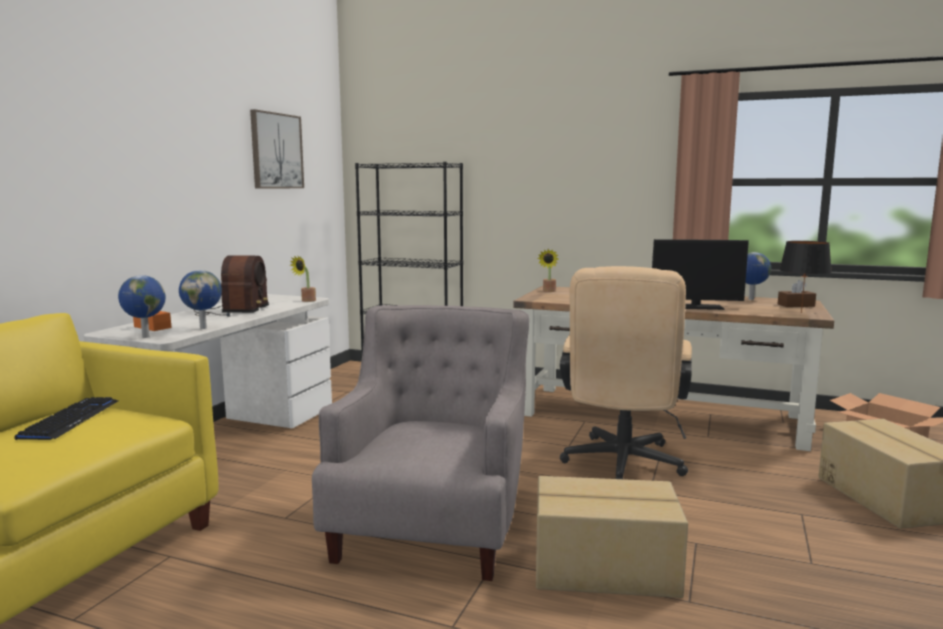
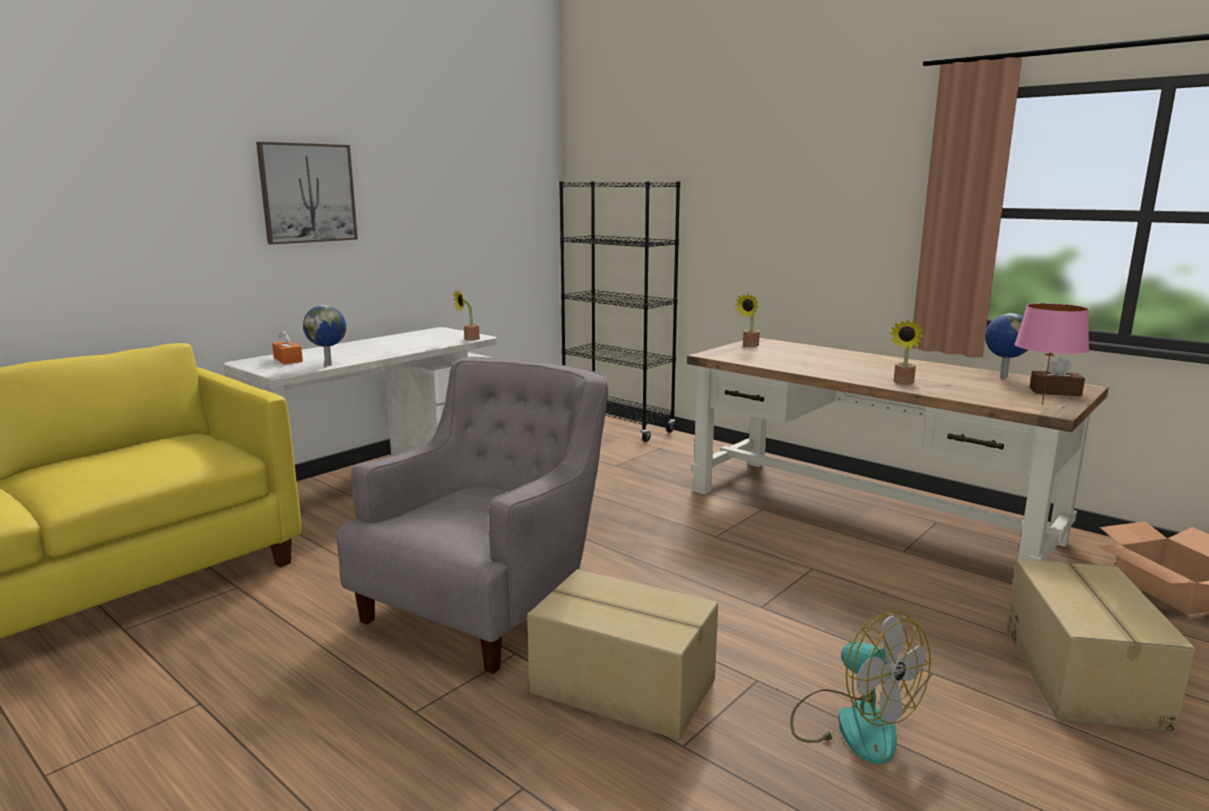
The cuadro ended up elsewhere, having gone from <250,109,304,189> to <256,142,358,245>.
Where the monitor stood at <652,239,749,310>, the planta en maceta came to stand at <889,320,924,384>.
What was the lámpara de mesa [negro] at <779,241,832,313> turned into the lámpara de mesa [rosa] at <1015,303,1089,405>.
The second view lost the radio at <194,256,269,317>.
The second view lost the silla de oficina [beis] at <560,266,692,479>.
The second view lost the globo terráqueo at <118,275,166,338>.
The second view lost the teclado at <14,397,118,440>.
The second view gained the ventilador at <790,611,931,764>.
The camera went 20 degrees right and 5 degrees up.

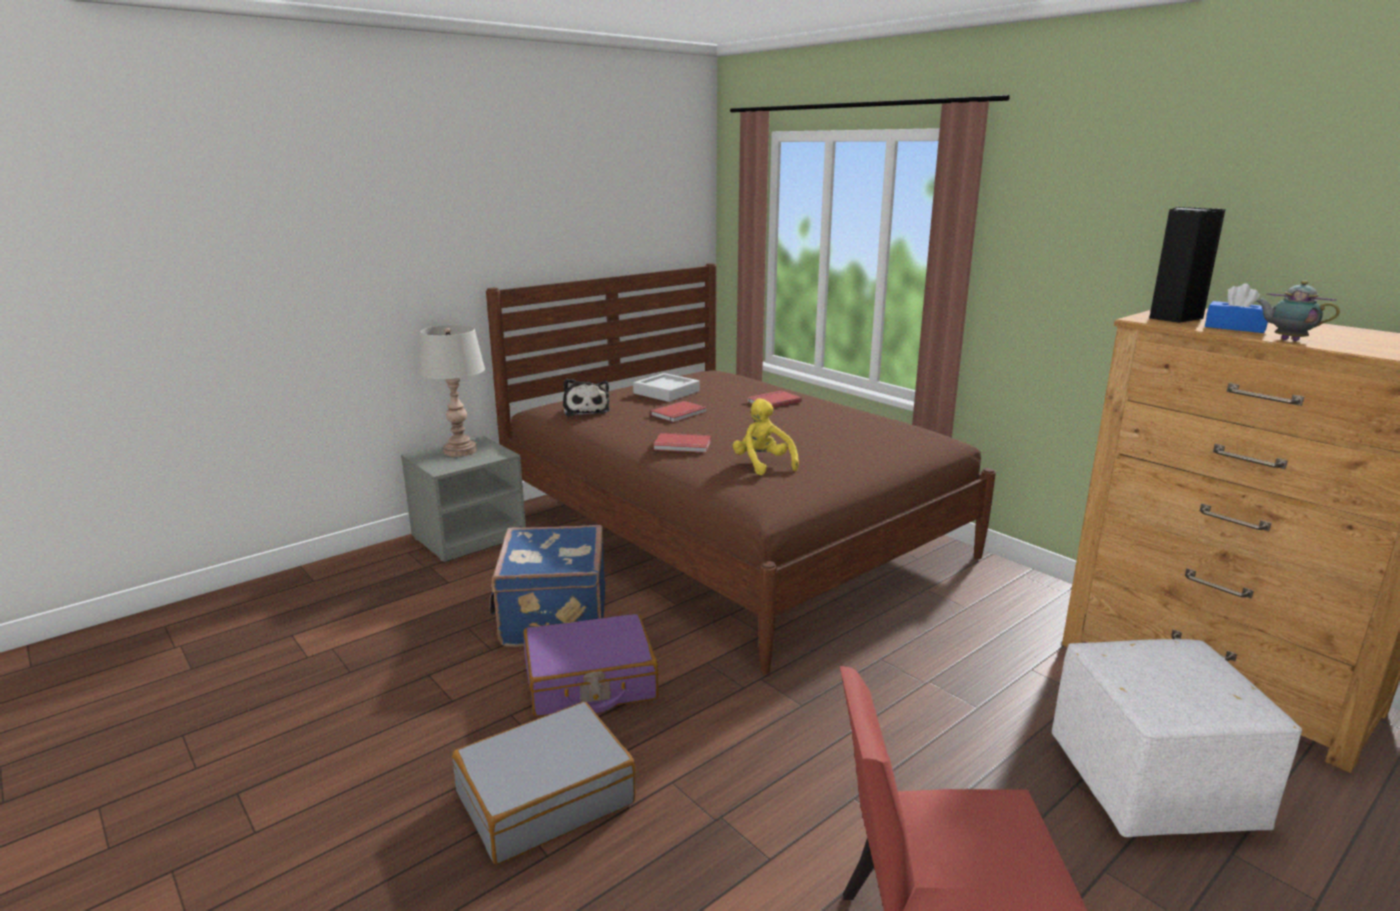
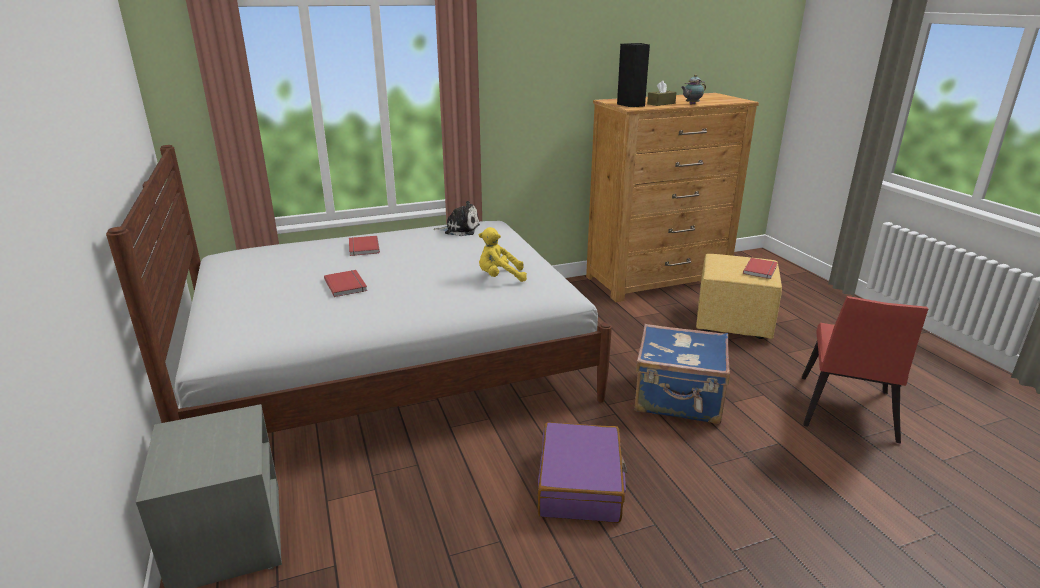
What was the cama [marrón] at <486,263,996,674> turned into the cama [blanco] at <106,145,612,433>.
What was the caja de pañuelos [azul] at <1205,283,1268,333> turned into the caja de pañuelos [marrón] at <647,81,676,106>.
The second view lost the lámpara de mesa [gris] at <418,325,485,457>.
The second view lost the bandeja [gris] at <633,373,699,402>.
The peluche ended up elsewhere, having gone from <563,379,610,416> to <433,201,480,236>.
The libro [rojo] ended up elsewhere, having gone from <653,433,711,453> to <743,258,778,279>.
The maleta [azul] ended up elsewhere, having gone from <490,525,605,647> to <634,324,730,424>.
What was the puf [blanco] at <1052,639,1302,837> turned into the puf [amarillo] at <696,254,782,339>.
The second view lost the maleta [gris] at <452,702,636,865>.
The camera went 70 degrees left and 5 degrees up.

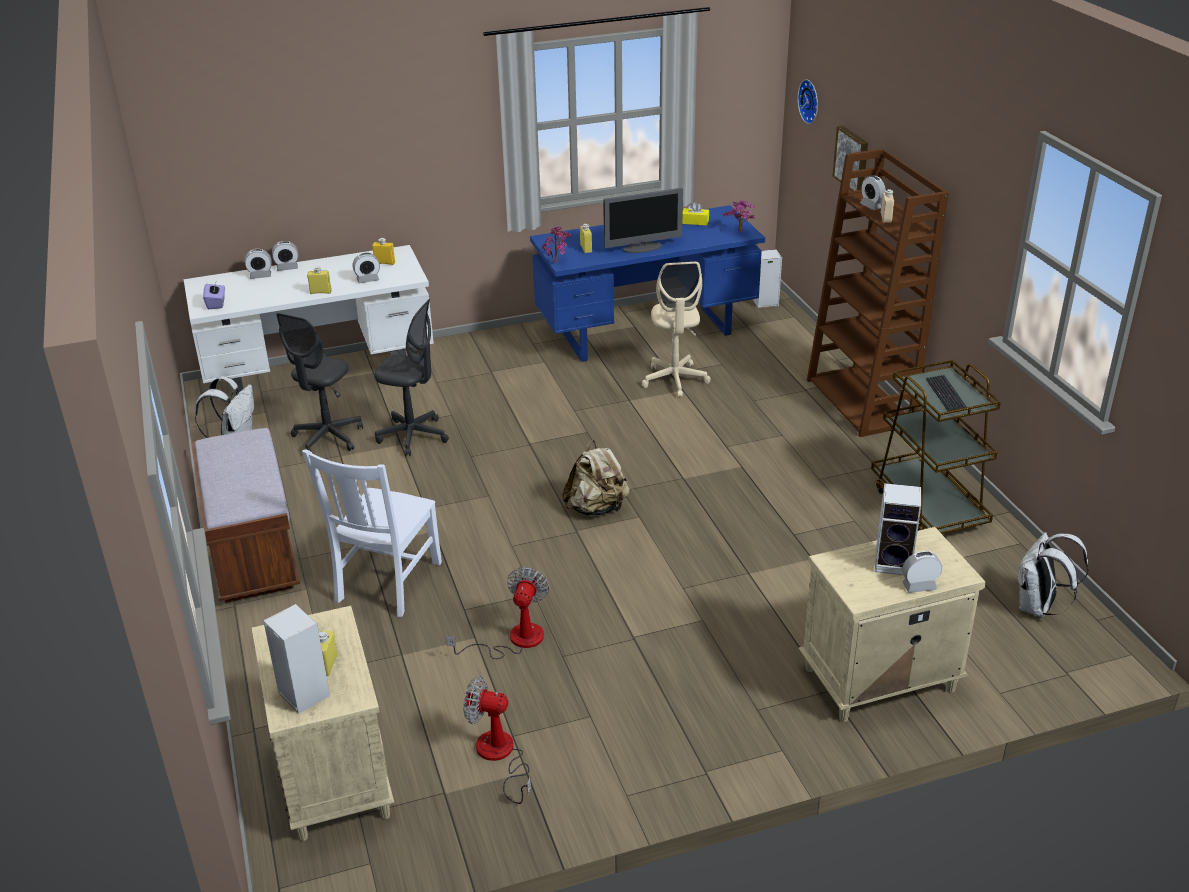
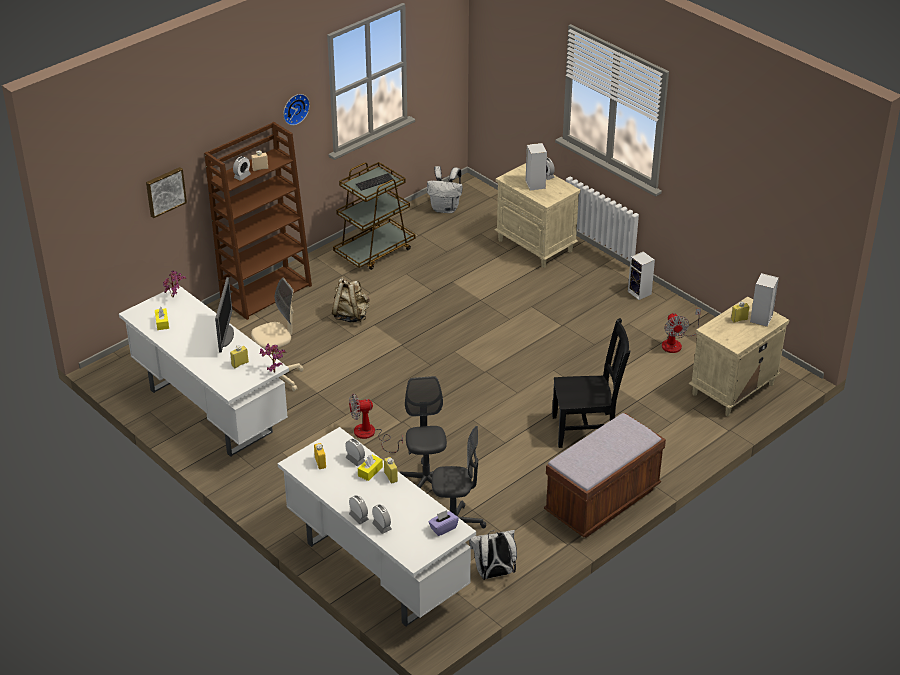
The reloj de pared ended up elsewhere, having gone from <797,79,818,124> to <283,94,310,125>.
The monitor at <603,188,683,253> ended up facing another way, 45 degrees clockwise from before.
What was the escritorio [azul] at <530,205,765,362> turned into the escritorio [blanco] at <119,286,289,457>.
The altavoz ended up elsewhere, having gone from <752,249,782,308> to <628,251,655,300>.
The mochila [beis] ended up elsewhere, having gone from <562,440,630,515> to <332,277,369,322>.
What was the silla [blanco] at <302,450,442,617> turned into the silla [negro] at <552,318,630,448>.
The ventilador ended up elsewhere, having gone from <446,567,549,659> to <349,394,403,453>.
The second view gained the caja de pañuelos [amarillo] at <358,455,383,481>.
The camera went 115 degrees left and 5 degrees up.

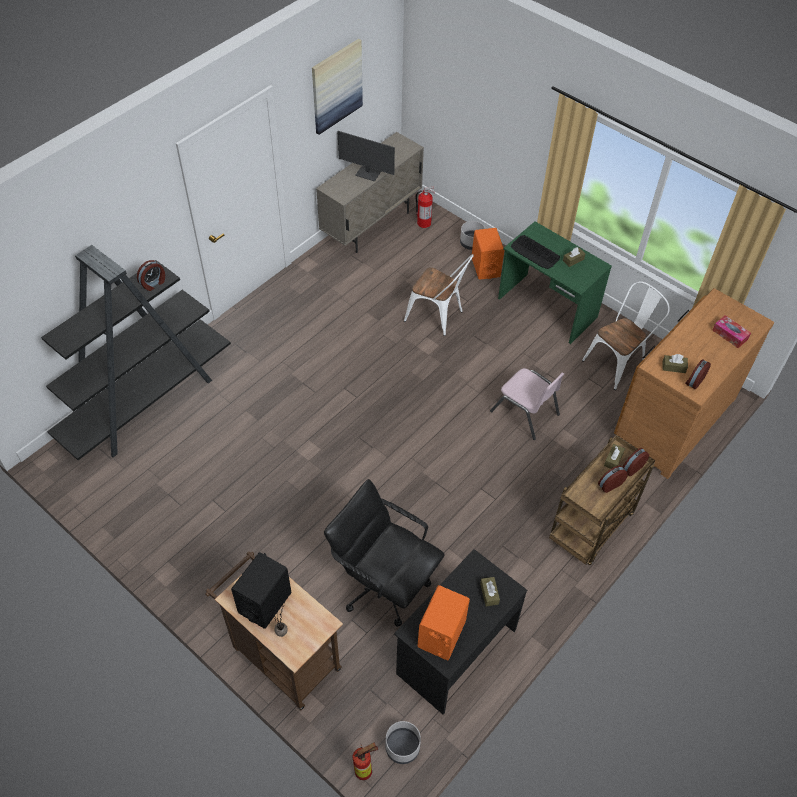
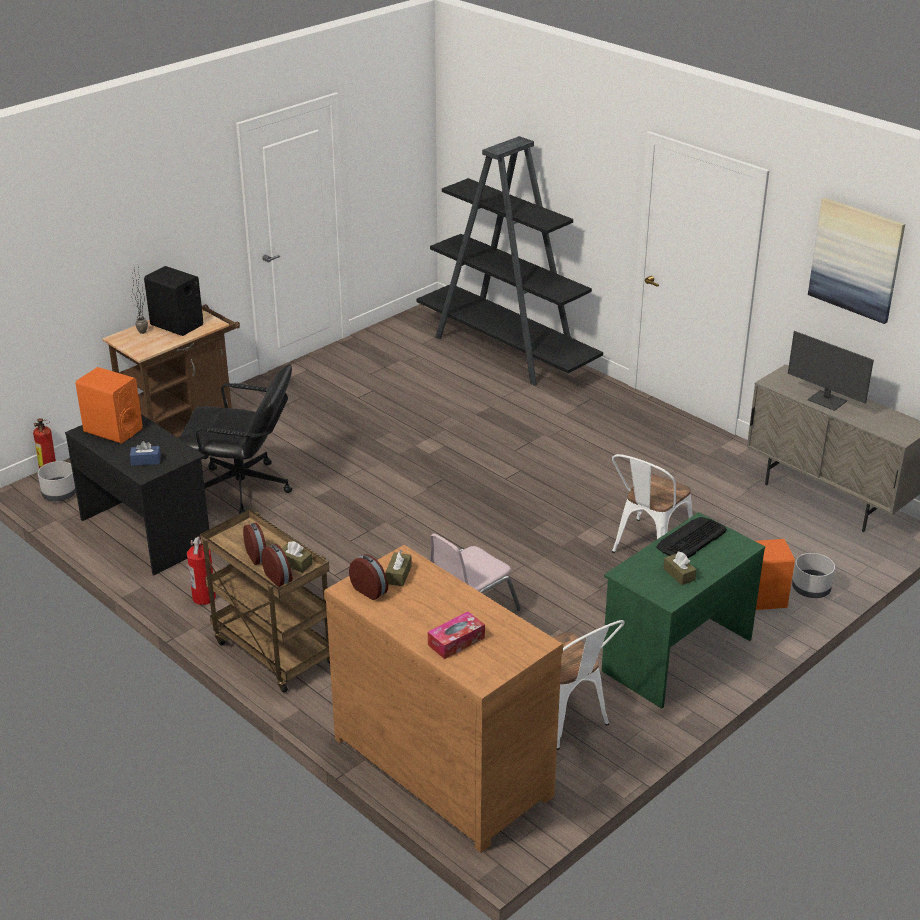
The monitor at <338,131,395,181> ended up facing another way, 75 degrees counterclockwise from before.
The extintor ended up elsewhere, having gone from <415,186,435,228> to <187,535,216,605>.
The second view lost the despertador at <137,260,165,291>.
The silla de oficina [negro] at <324,479,445,627> ended up facing another way, 60 degrees clockwise from before.
What was the caja de pañuelos [marrón] at <480,577,500,606> turned into the caja de pañuelos [azul] at <130,441,161,466>.
The camera went 95 degrees right and 20 degrees down.

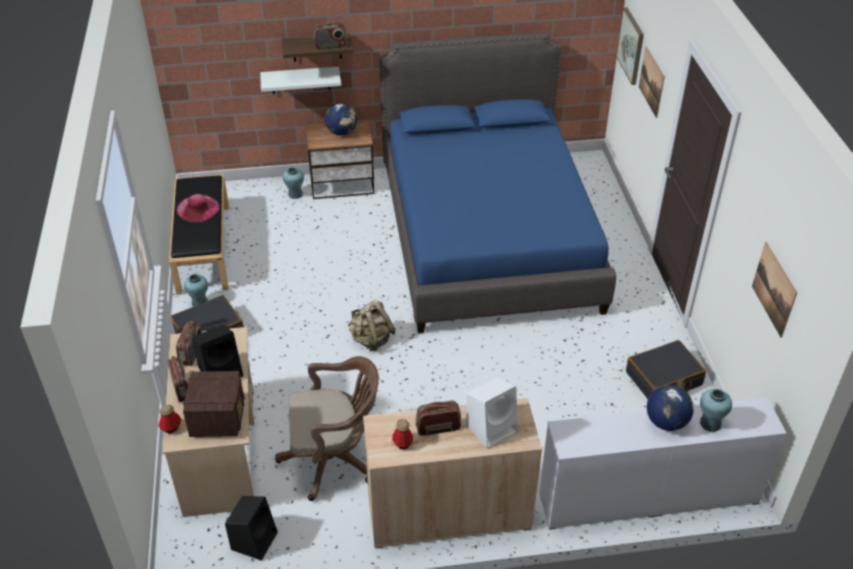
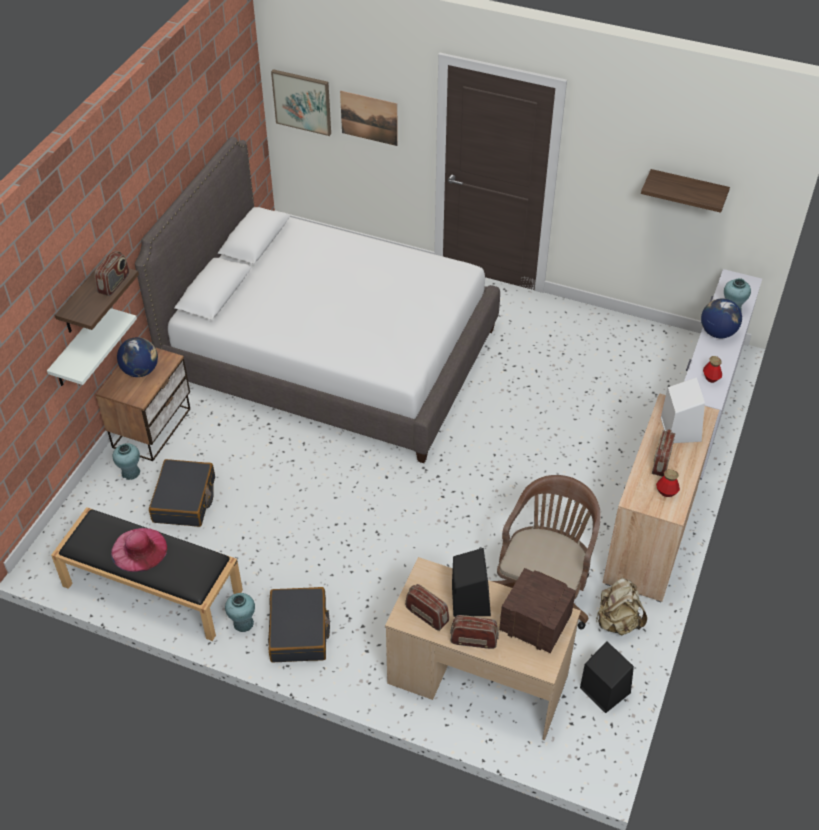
What was the cama [azul] at <379,32,616,333> turned into the cama [blanco] at <135,137,500,463>.
Where the cuadro hung at <752,242,797,338>, the estante came to hang at <641,169,730,213>.
The mochila [beis] ended up elsewhere, having gone from <348,299,396,352> to <596,578,647,635>.
The maleta [negro] ended up elsewhere, having gone from <626,340,706,399> to <149,459,215,527>.
The botella ended up elsewhere, having gone from <158,405,182,434> to <703,356,722,383>.
The camera went 60 degrees left and 5 degrees up.

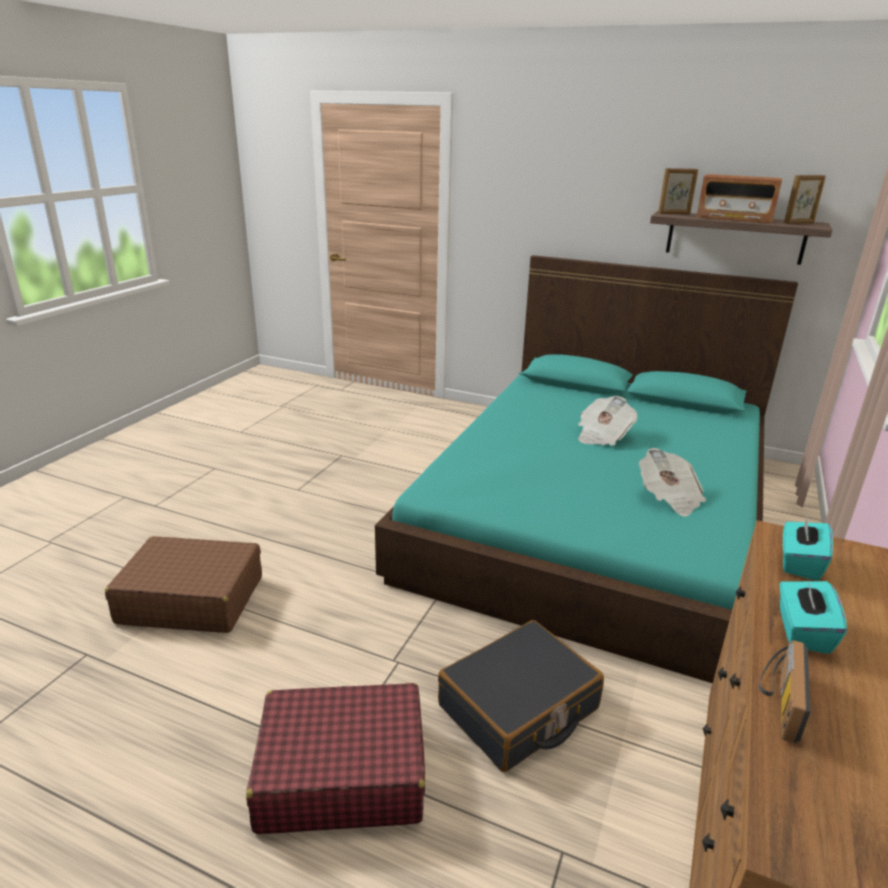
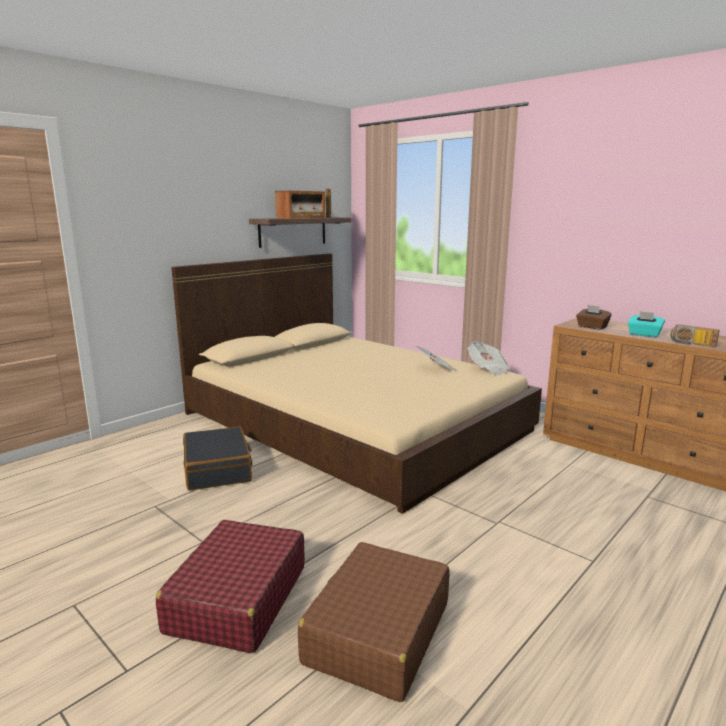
The second view lost the portarretratos at <658,168,698,214>.
What was the cama [turquesa] at <375,255,798,683> turned into the cama [beis] at <171,253,542,514>.
The periódico ended up elsewhere, having gone from <578,396,638,446> to <467,341,510,376>.
What was the caja de pañuelos [turquesa] at <783,512,833,581> turned into the caja de pañuelos [marrón] at <576,305,612,330>.
The maleta [negro] ended up elsewhere, having gone from <438,620,604,772> to <183,426,252,490>.
The maleta [rojo] ended up elsewhere, having gone from <246,683,425,834> to <156,520,305,653>.
The camera went 70 degrees left and 10 degrees down.

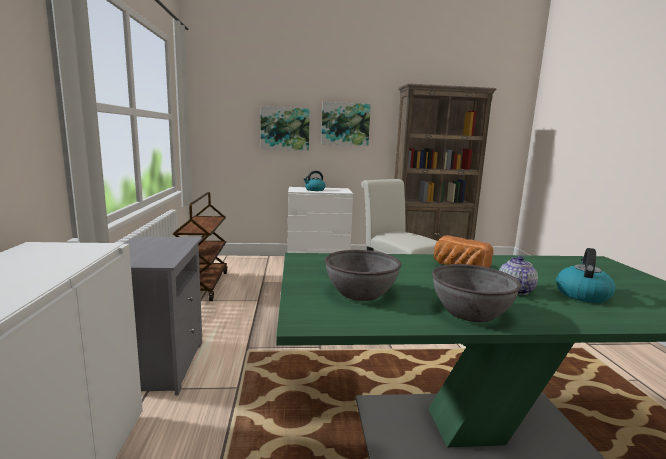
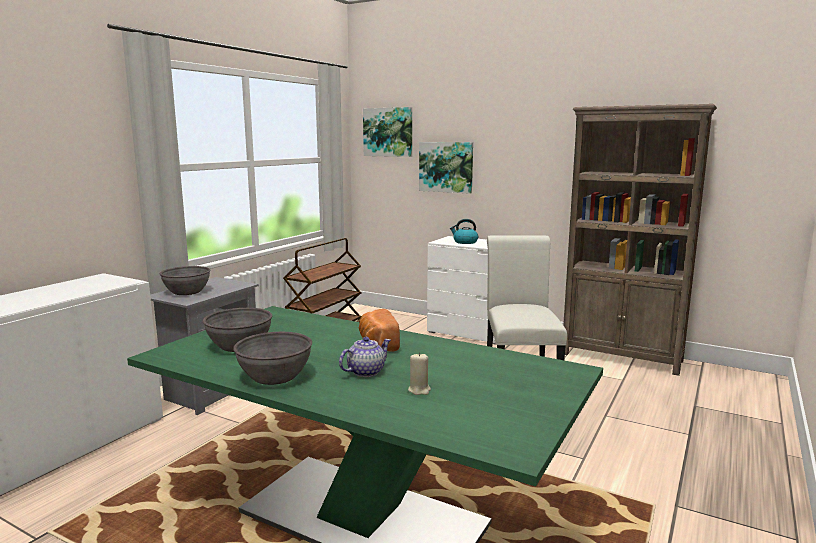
The cuadro ended up elsewhere, having gone from <321,102,371,146> to <363,107,412,157>.
Where the hervidor stood at <556,248,616,303>, the vela [beis] came to stand at <408,352,431,395>.
The second view gained the cuenco [gris] at <160,266,210,295>.
The camera went 35 degrees right and 0 degrees up.

